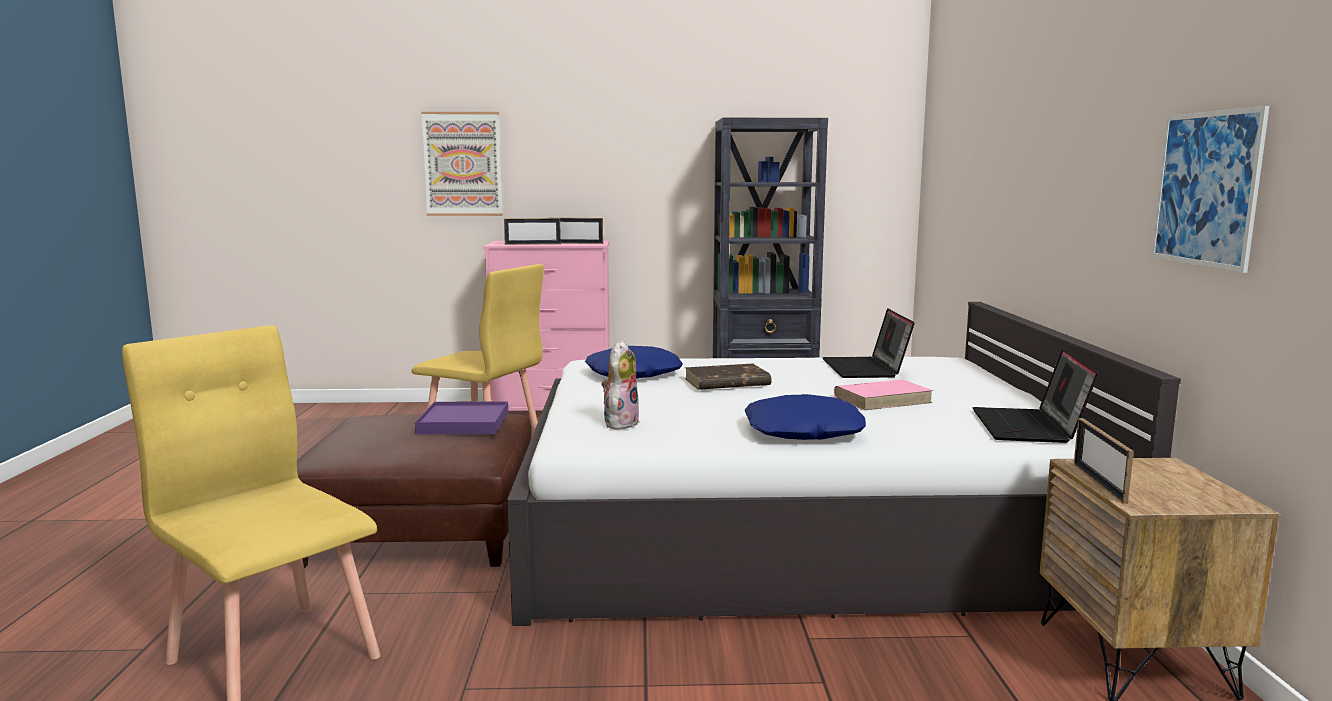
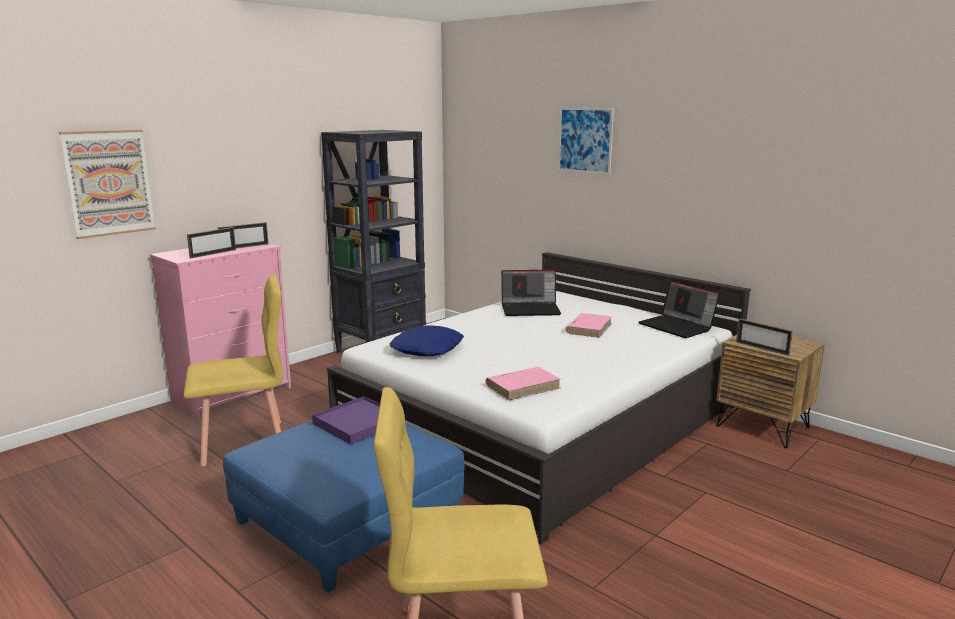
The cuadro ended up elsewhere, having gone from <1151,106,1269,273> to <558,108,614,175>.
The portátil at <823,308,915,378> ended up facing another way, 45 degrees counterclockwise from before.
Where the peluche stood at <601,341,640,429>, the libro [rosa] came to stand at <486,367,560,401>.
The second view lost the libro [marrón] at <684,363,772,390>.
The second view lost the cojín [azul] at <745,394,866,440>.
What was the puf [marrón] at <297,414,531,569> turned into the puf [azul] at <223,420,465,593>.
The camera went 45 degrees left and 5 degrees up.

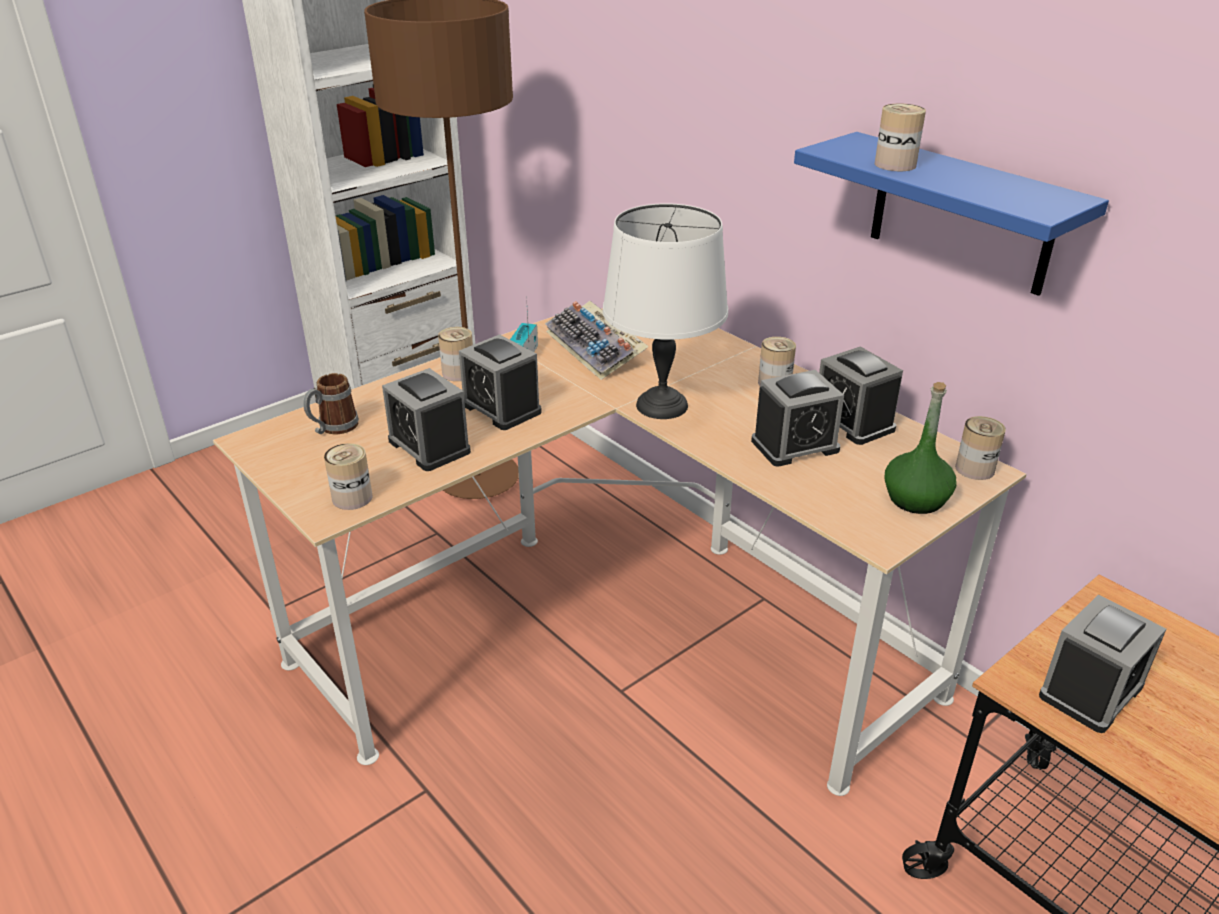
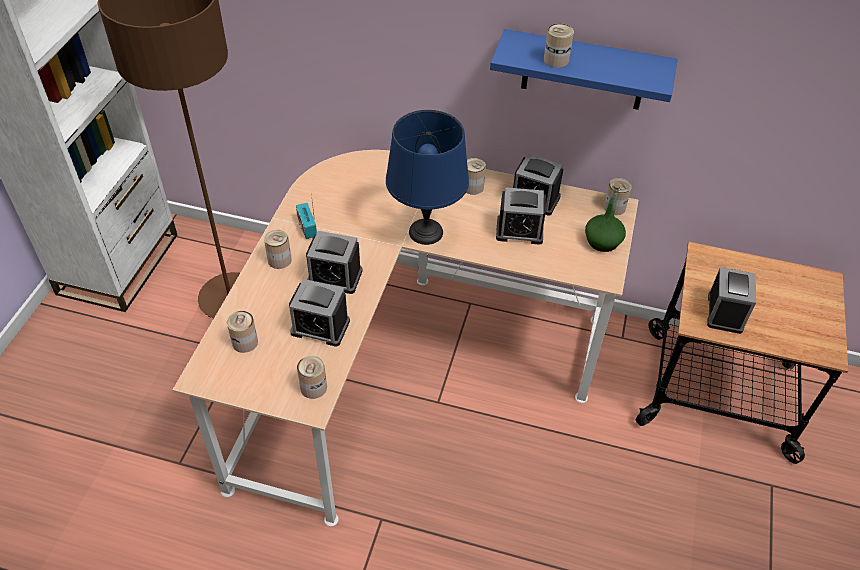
What was the lámpara de mesa [blanco] at <603,203,728,419> turned into the lámpara de mesa [azul] at <386,110,469,245>.
The second view lost the teclado at <545,301,649,380>.
The despertador at <751,370,844,467> ended up facing another way, 60 degrees clockwise from before.
Where the taza grande stood at <303,373,359,434>, the lata came to stand at <227,311,258,353>.
The camera went 35 degrees left and 15 degrees up.

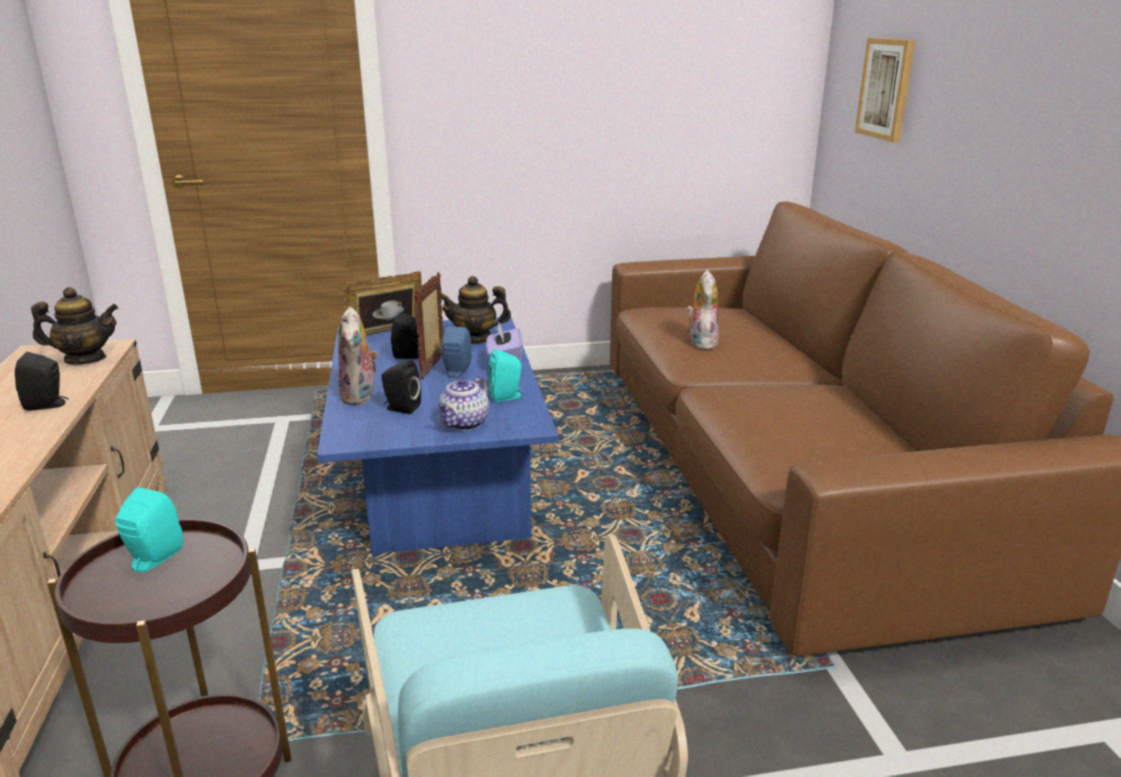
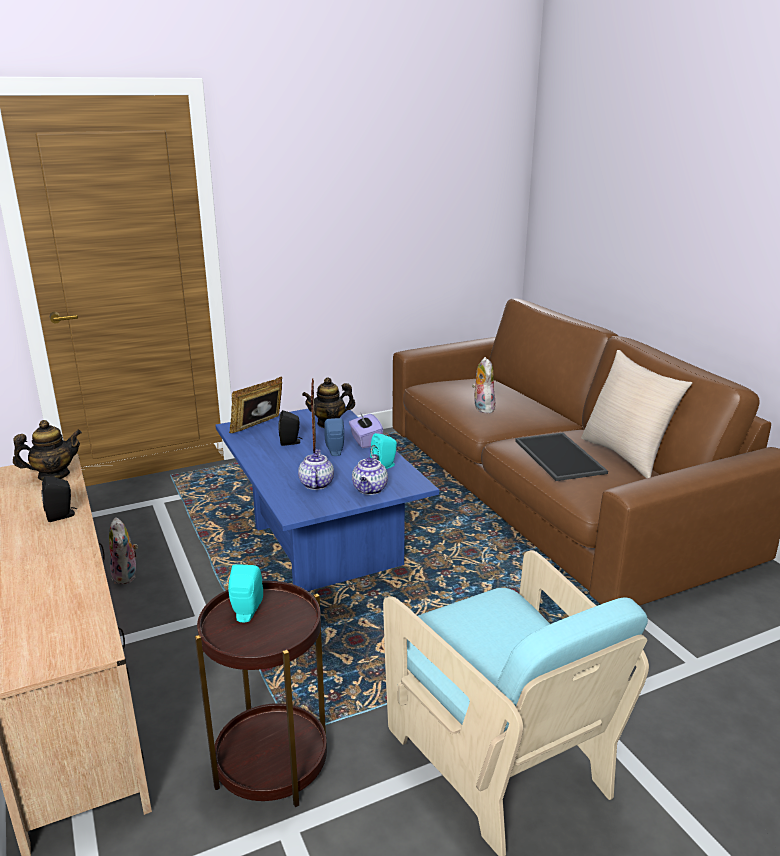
The second view lost the cuadro at <855,38,915,142>.
The peluche ended up elsewhere, having gone from <338,307,378,405> to <109,517,138,584>.
Where the altavoz [negro] stood at <381,360,421,414>, the tetera came to stand at <298,449,334,490>.
The second view gained the cojín [beis] at <581,350,692,478>.
The second view gained the bandeja at <515,433,608,481>.
The camera went 15 degrees left and 0 degrees up.

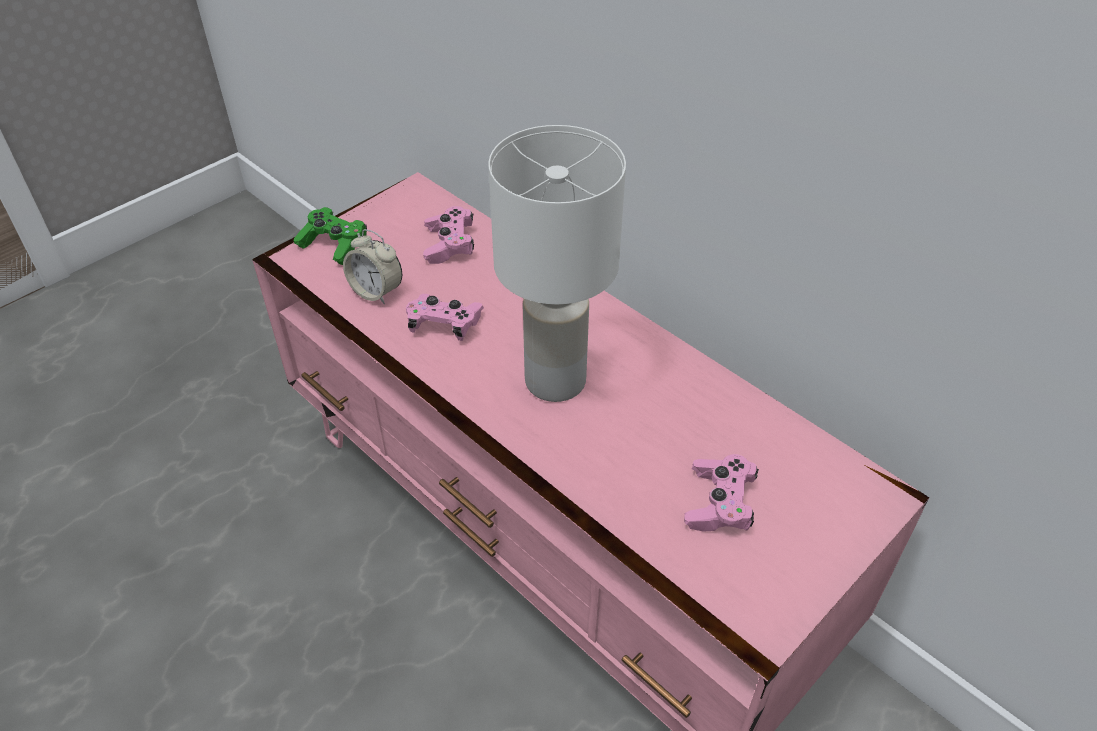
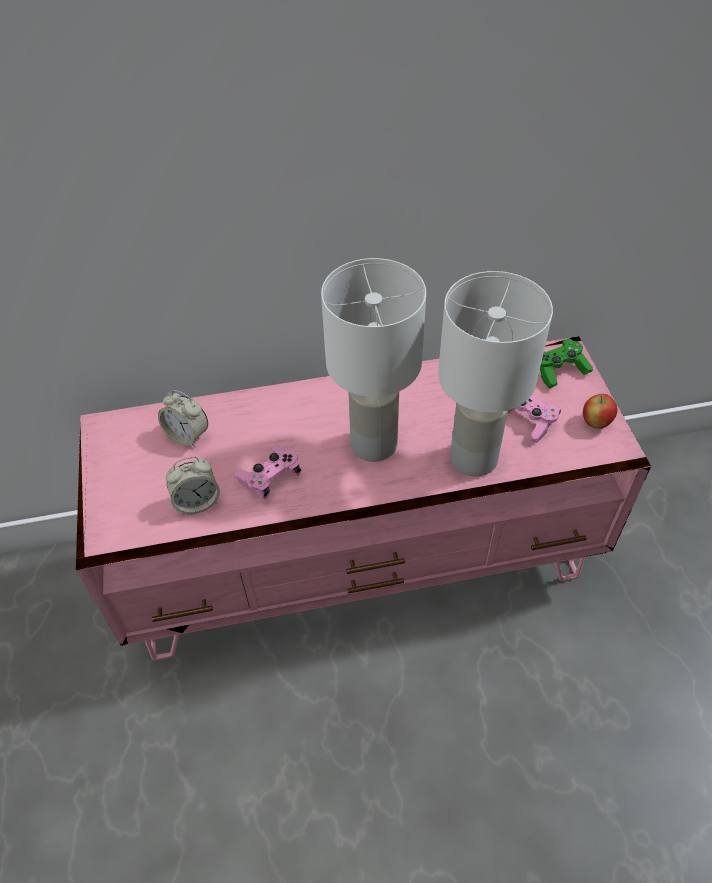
Where the mando de consola [rosa] stood at <423,206,474,264>, the despertador came to stand at <158,390,208,447>.
The mando de consola [verde] ended up elsewhere, having gone from <294,207,367,265> to <540,339,593,388>.
The second view gained the lámpara de mesa [blanco] at <438,271,553,477>.
The second view gained the manzana at <583,394,618,429>.
The camera went 55 degrees left and 5 degrees up.

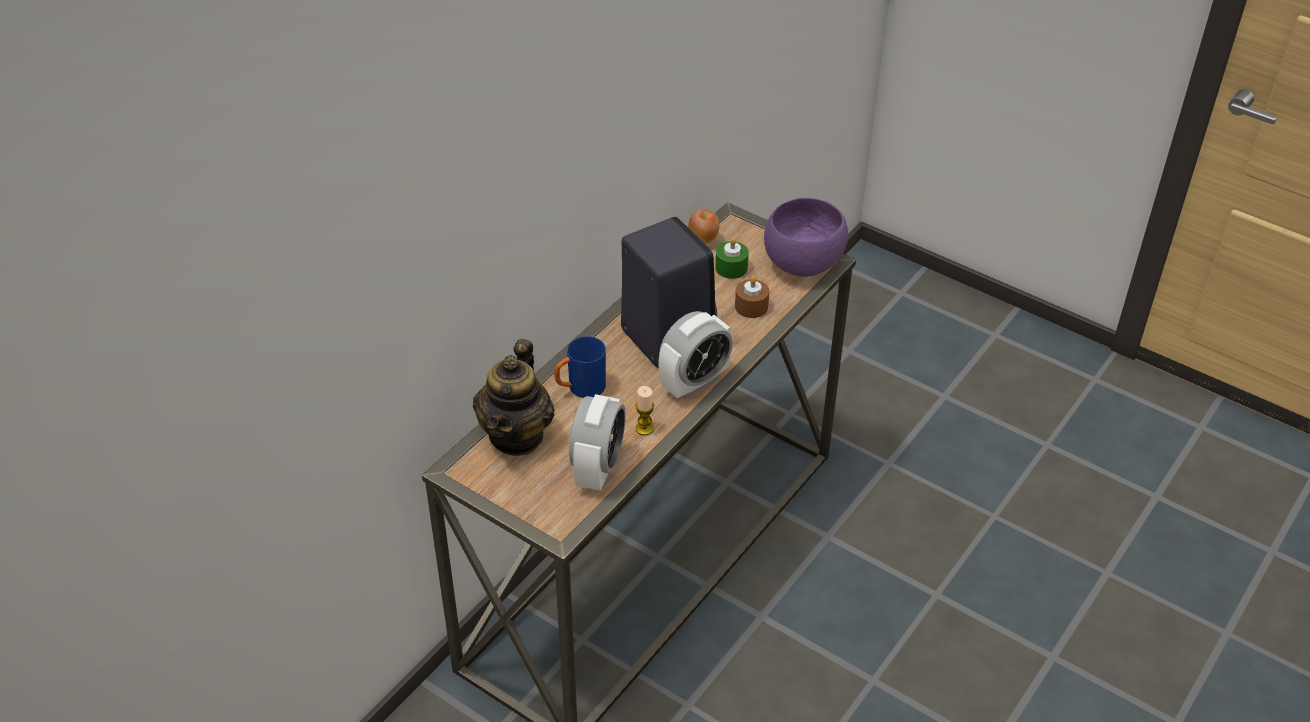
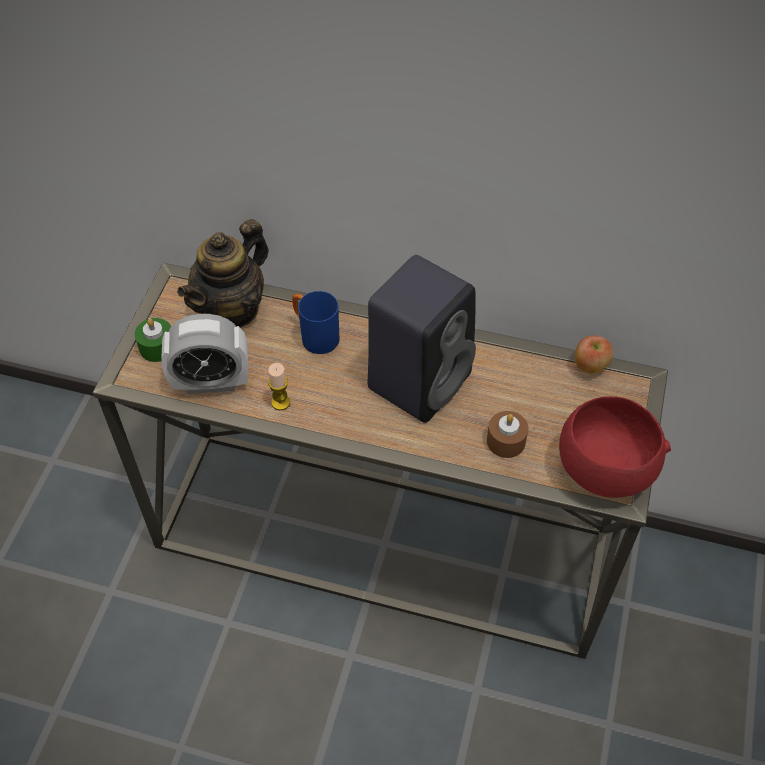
What was the cuenco [morado] at <764,198,848,277> turned into the cuenco [rojo] at <559,396,671,498>.
The vela [verde] ended up elsewhere, having gone from <715,238,749,279> to <135,318,171,362>.
The second view lost the despertador at <659,311,733,400>.
The tetera at <473,339,555,456> ended up facing another way, 45 degrees counterclockwise from before.
The camera went 70 degrees right and 10 degrees up.

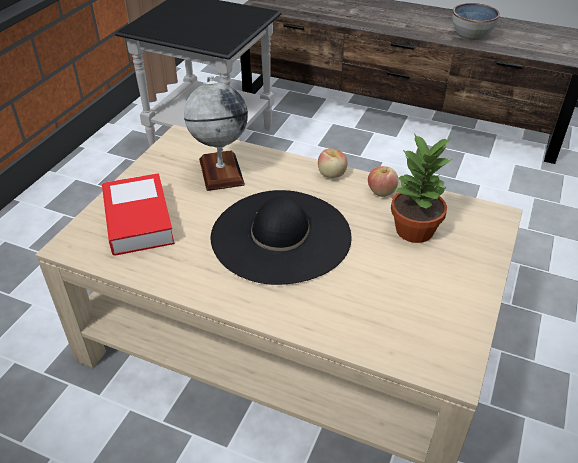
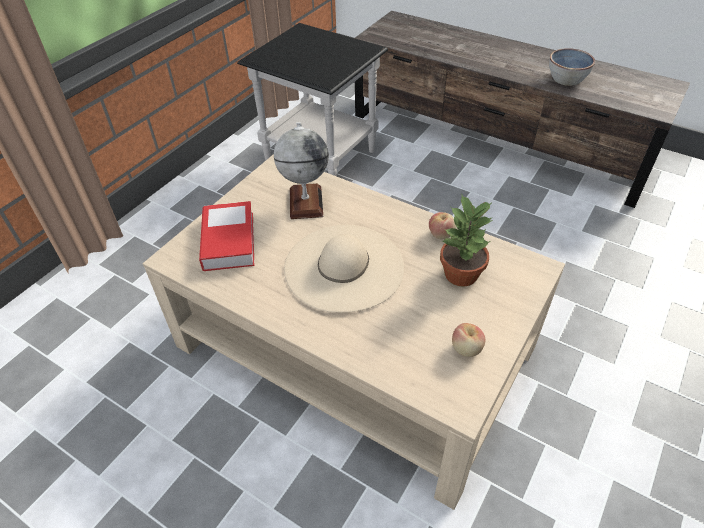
The manzana ended up elsewhere, having gone from <318,148,348,178> to <452,323,485,357>.
What was the sombrero [negro] at <211,190,352,285> turned into the sombrero [beis] at <284,225,404,313>.
The camera went 10 degrees right and 5 degrees up.

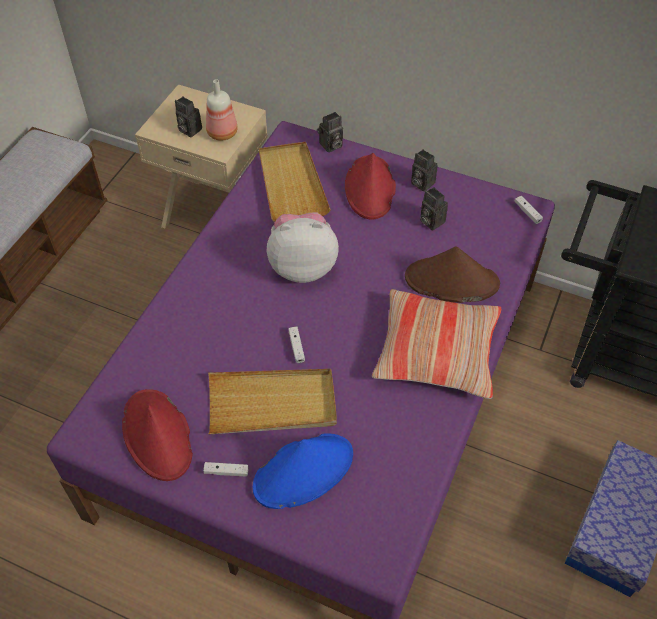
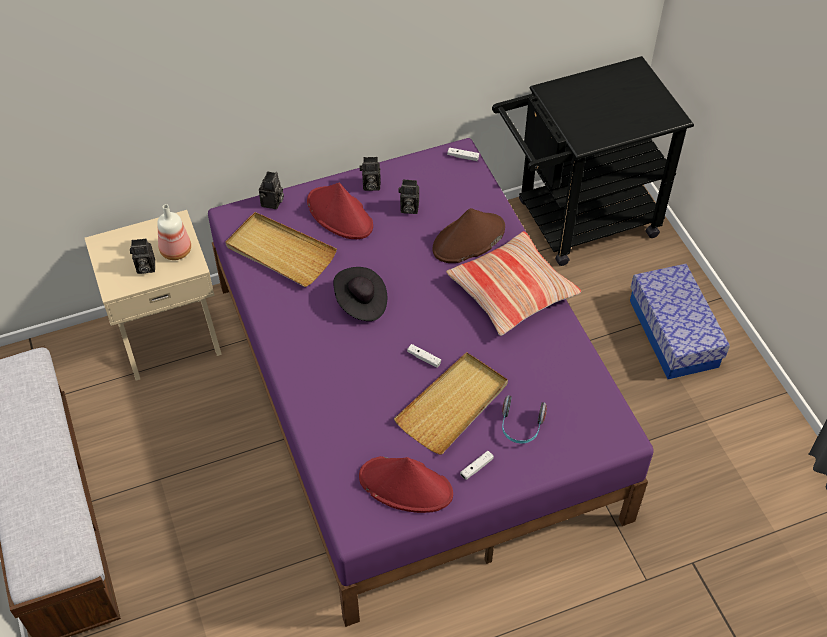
Where the peluche stood at <267,212,339,283>, the sombrero [negro] came to stand at <333,267,387,321>.
Where the sombrero [azul] stood at <253,433,353,509>, the auriculares came to stand at <502,395,547,444>.
The camera went 45 degrees left and 0 degrees up.

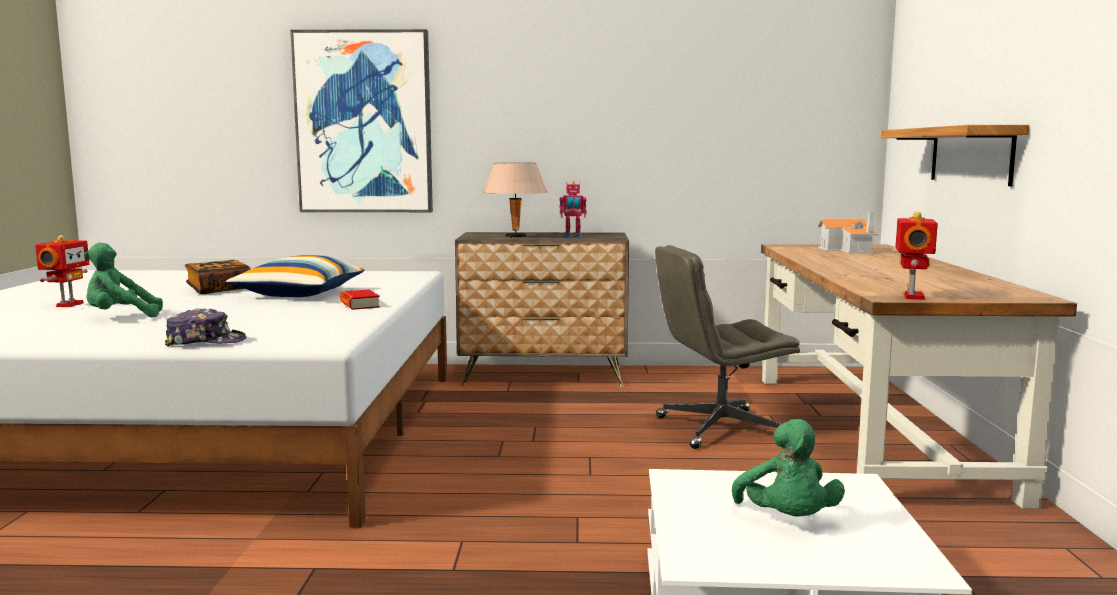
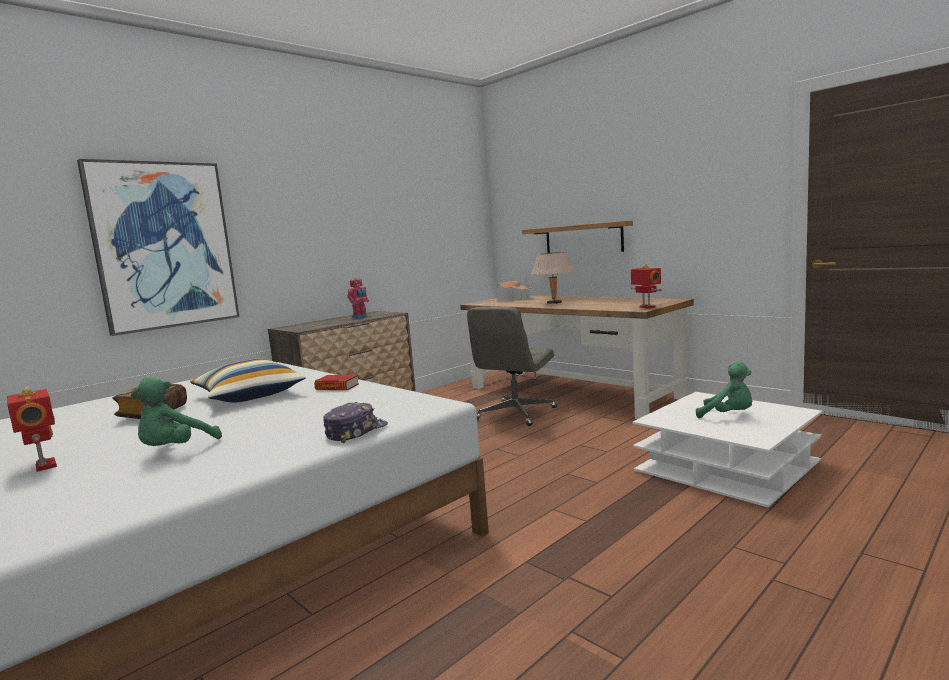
The lámpara de mesa [beis] ended up elsewhere, having gone from <483,163,547,238> to <531,252,575,304>.
The camera went 45 degrees left and 0 degrees up.

